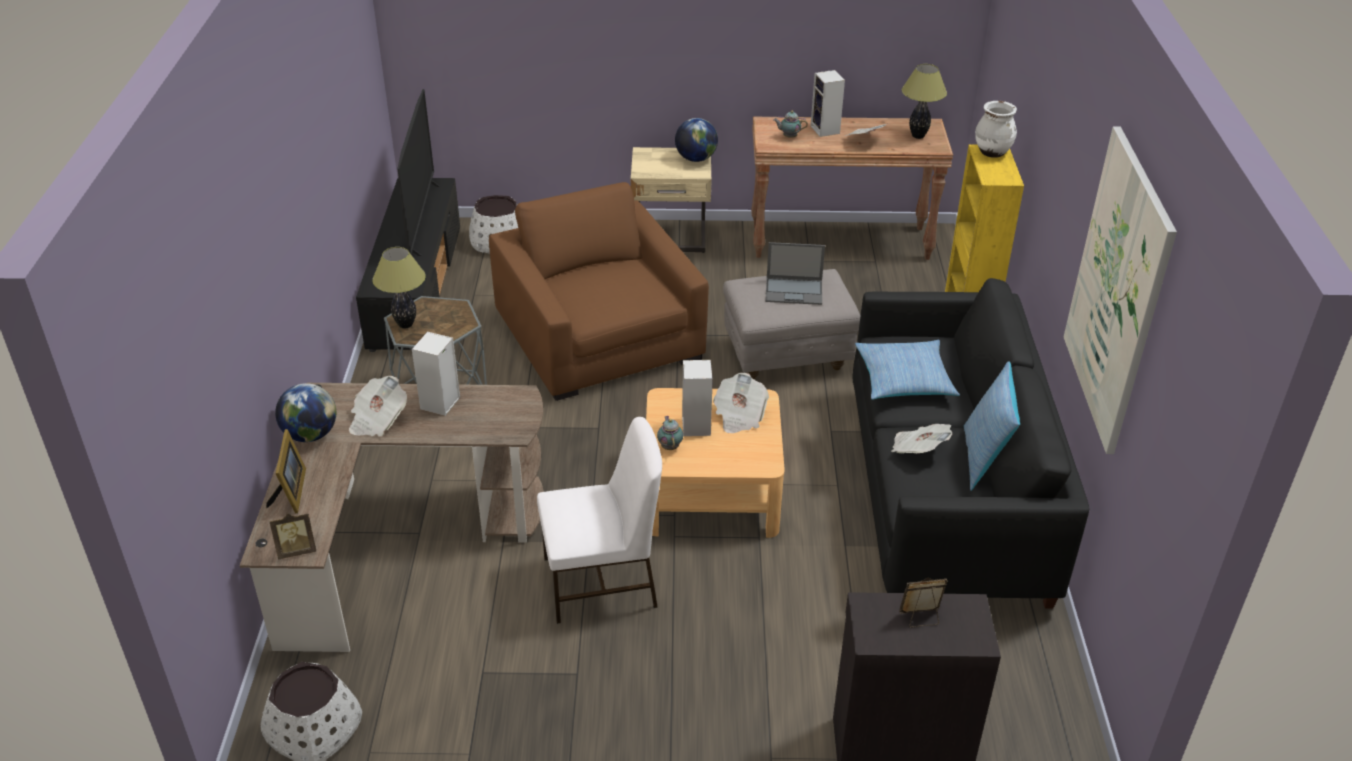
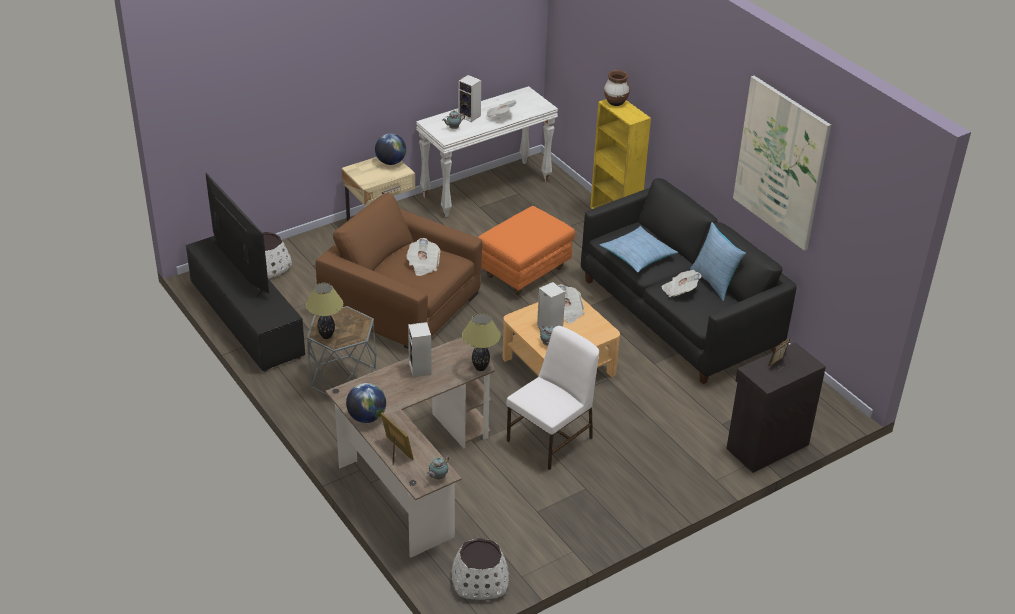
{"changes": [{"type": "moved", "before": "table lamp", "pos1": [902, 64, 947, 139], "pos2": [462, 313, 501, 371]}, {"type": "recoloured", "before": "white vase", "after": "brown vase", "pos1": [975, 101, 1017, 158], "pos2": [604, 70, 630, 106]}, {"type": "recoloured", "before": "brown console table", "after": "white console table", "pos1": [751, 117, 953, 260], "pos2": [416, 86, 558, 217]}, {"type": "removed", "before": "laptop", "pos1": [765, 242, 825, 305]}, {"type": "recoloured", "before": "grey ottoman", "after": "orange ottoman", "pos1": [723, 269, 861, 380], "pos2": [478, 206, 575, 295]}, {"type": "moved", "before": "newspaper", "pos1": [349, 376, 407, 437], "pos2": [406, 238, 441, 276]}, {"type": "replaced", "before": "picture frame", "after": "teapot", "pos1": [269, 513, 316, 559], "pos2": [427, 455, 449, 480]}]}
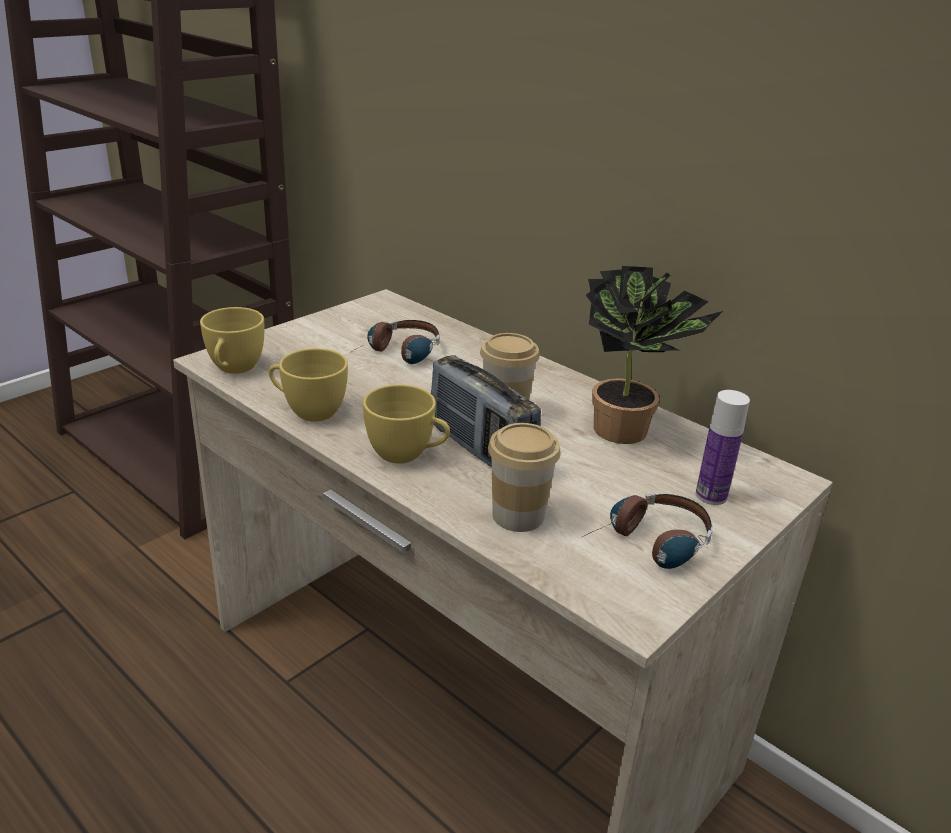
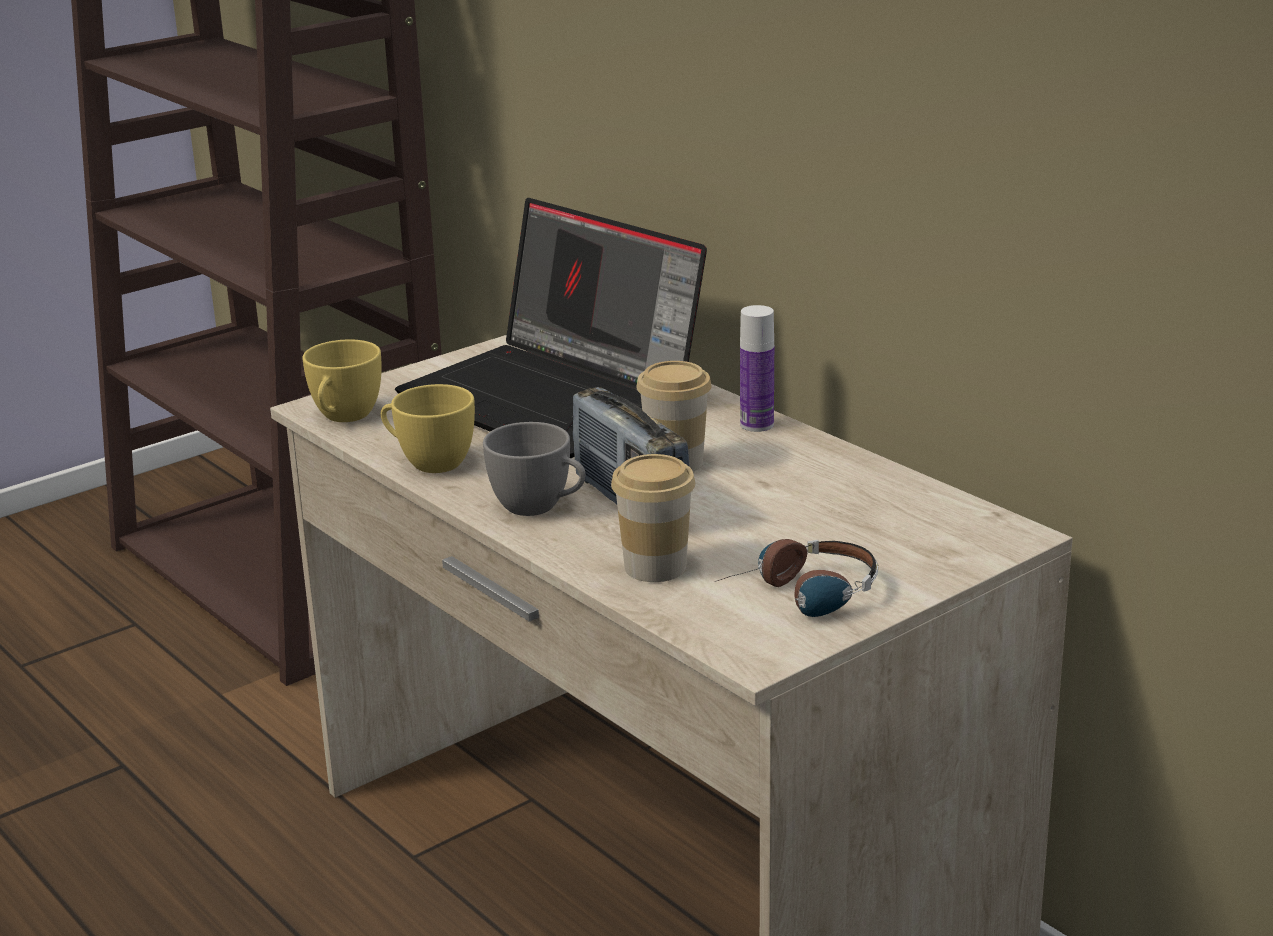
{"changes": [{"type": "removed", "before": "potted plant", "pos1": [586, 266, 723, 444]}, {"type": "replaced", "before": "headphones", "after": "laptop", "pos1": [351, 320, 440, 364], "pos2": [395, 198, 707, 458]}, {"type": "recoloured", "before": "yellow cup", "after": "grey cup", "pos1": [363, 384, 450, 464], "pos2": [483, 422, 585, 516]}, {"type": "moved", "before": "bottle", "pos1": [696, 390, 750, 505], "pos2": [740, 305, 774, 432]}]}
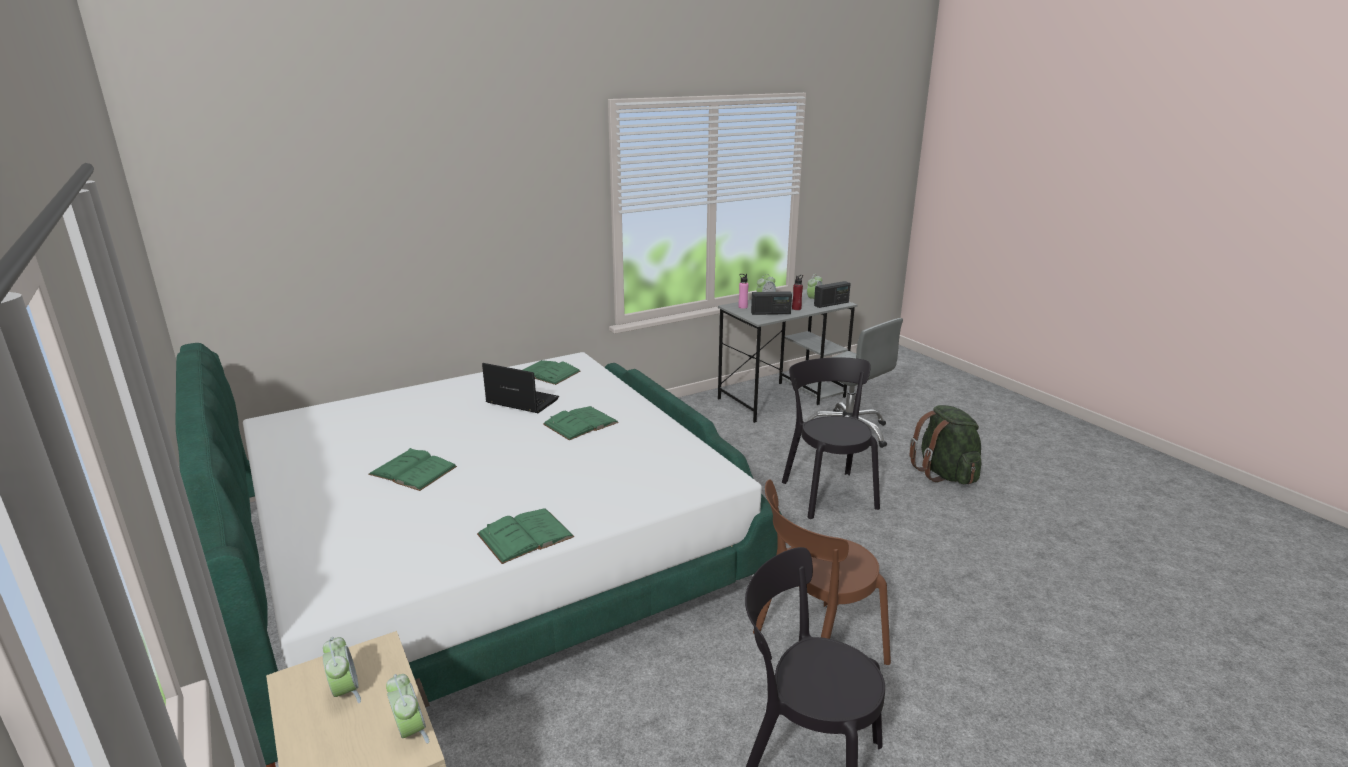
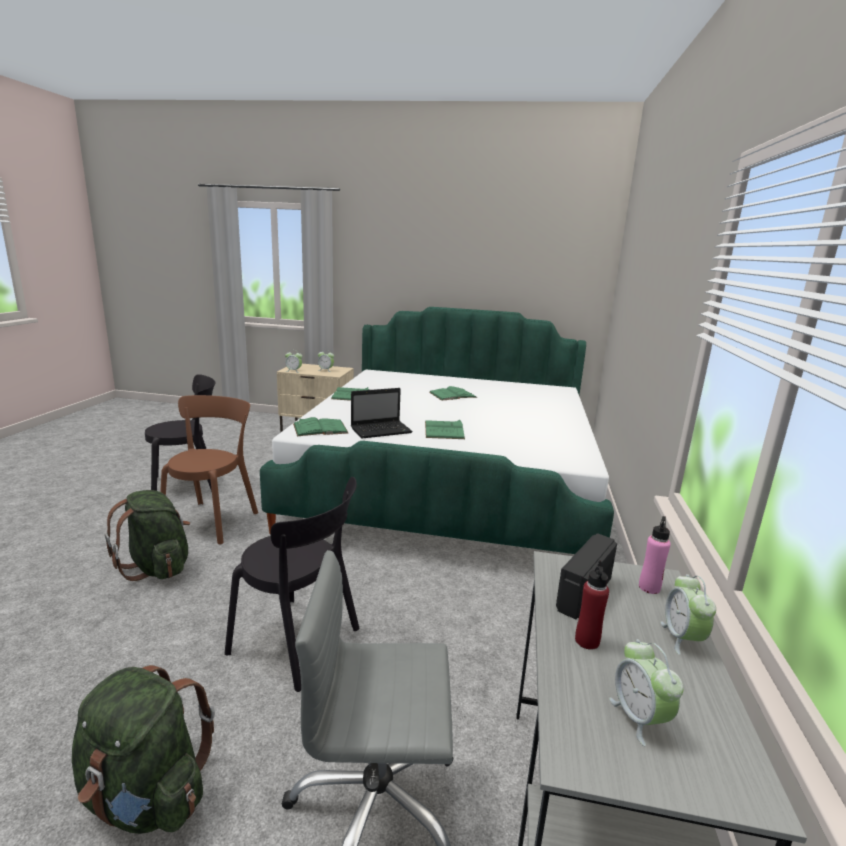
{"changes": [{"type": "removed", "before": "radio", "pos1": [814, 281, 850, 308]}, {"type": "moved", "before": "green book", "pos1": [523, 360, 580, 385], "pos2": [293, 417, 348, 437]}, {"type": "moved", "before": "laptop", "pos1": [482, 363, 559, 413], "pos2": [351, 388, 413, 438]}, {"type": "added", "after": "green backpack", "pos2": [105, 490, 190, 581]}]}
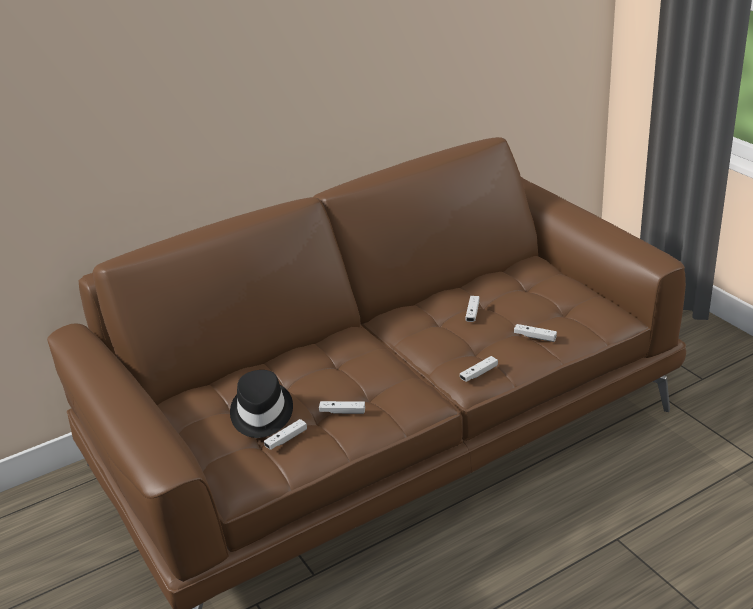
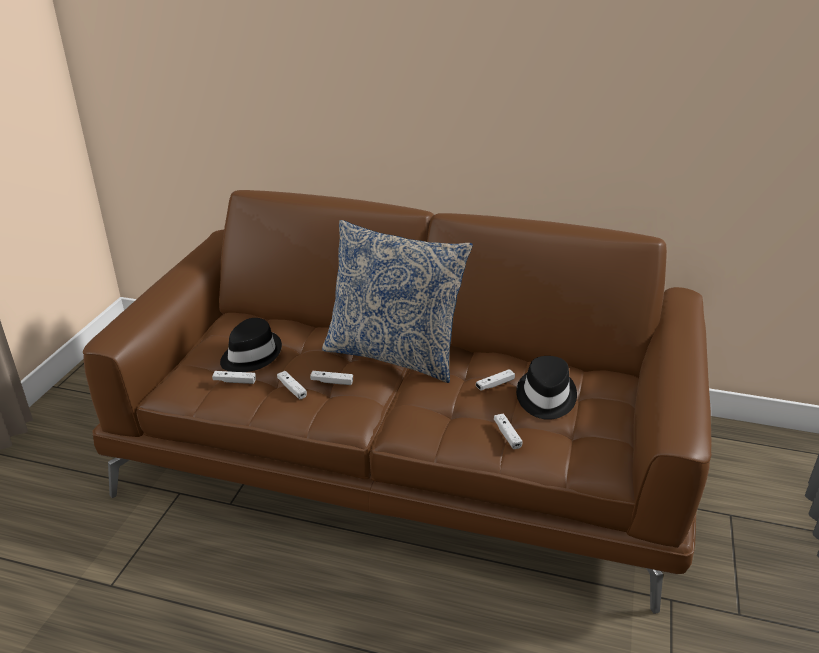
{"changes": [{"type": "moved", "before": "white game controller", "pos1": [460, 356, 498, 382], "pos2": [310, 371, 353, 385]}, {"type": "added", "after": "pillow", "pos2": [322, 220, 473, 383]}, {"type": "added", "after": "black hat", "pos2": [516, 356, 577, 420]}]}
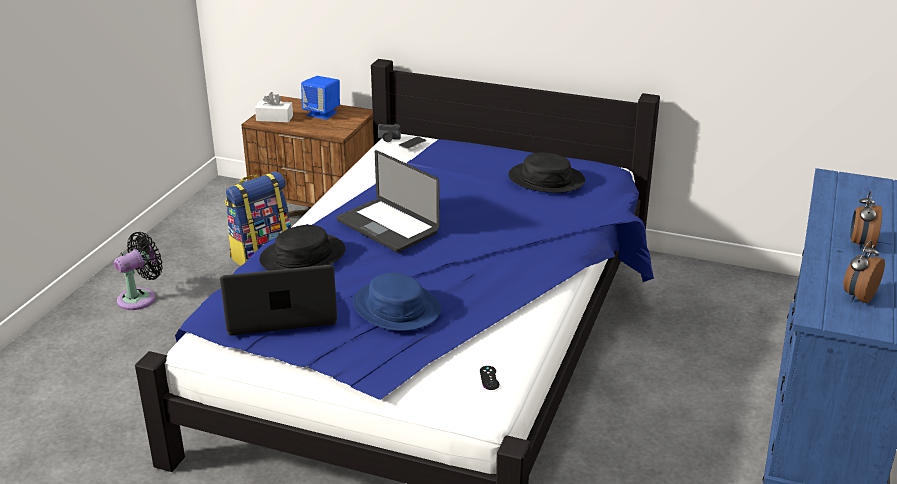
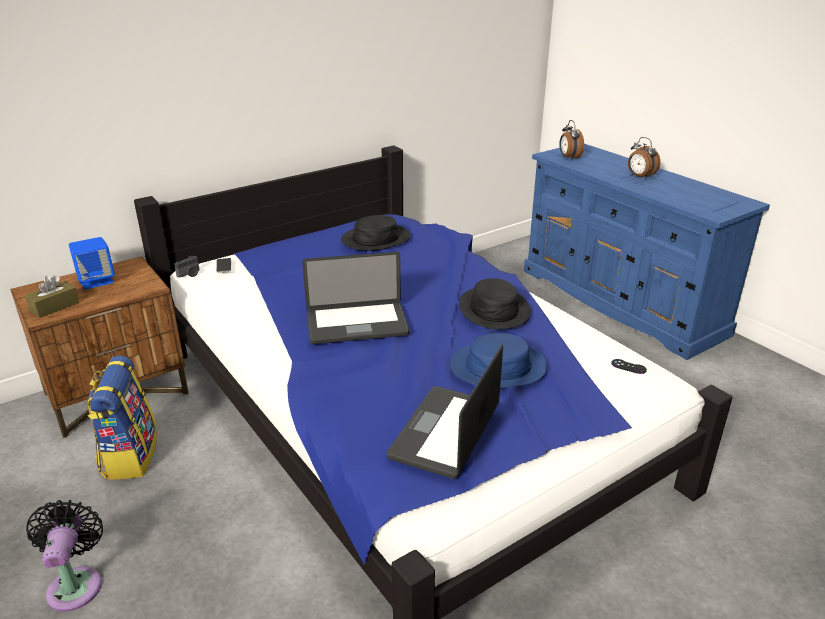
{"changes": [{"type": "recoloured", "before": "white tissue box", "after": "brown tissue box", "pos1": [255, 92, 293, 123], "pos2": [25, 276, 79, 318]}, {"type": "moved", "before": "black hat", "pos1": [259, 225, 345, 271], "pos2": [459, 278, 531, 329]}, {"type": "moved", "before": "alarm clock", "pos1": [843, 240, 885, 303], "pos2": [559, 120, 584, 161]}]}
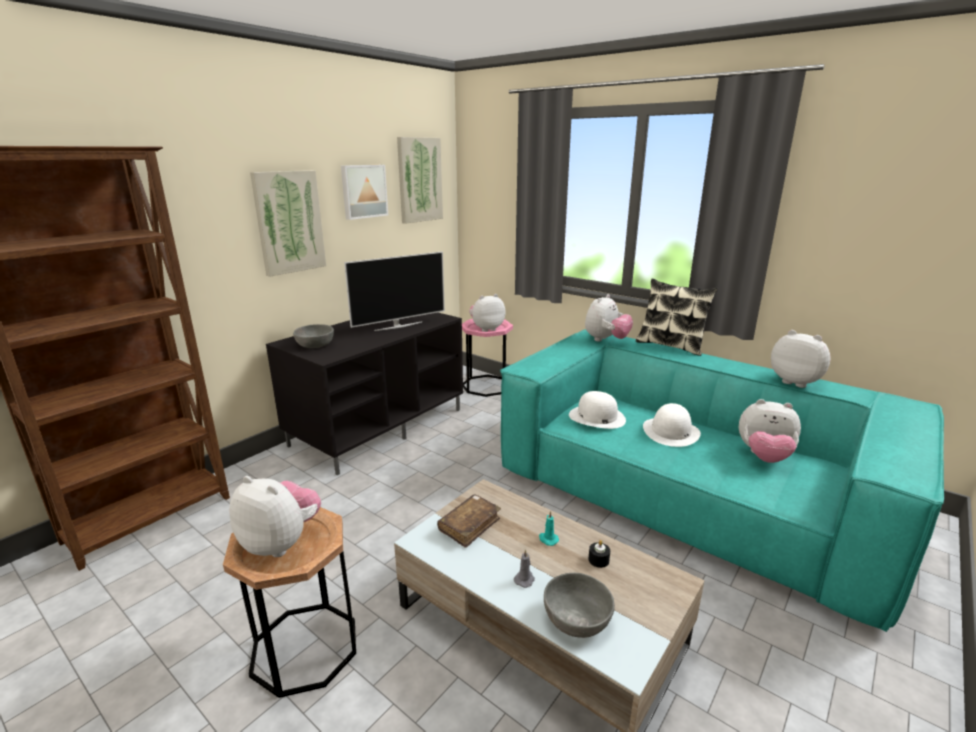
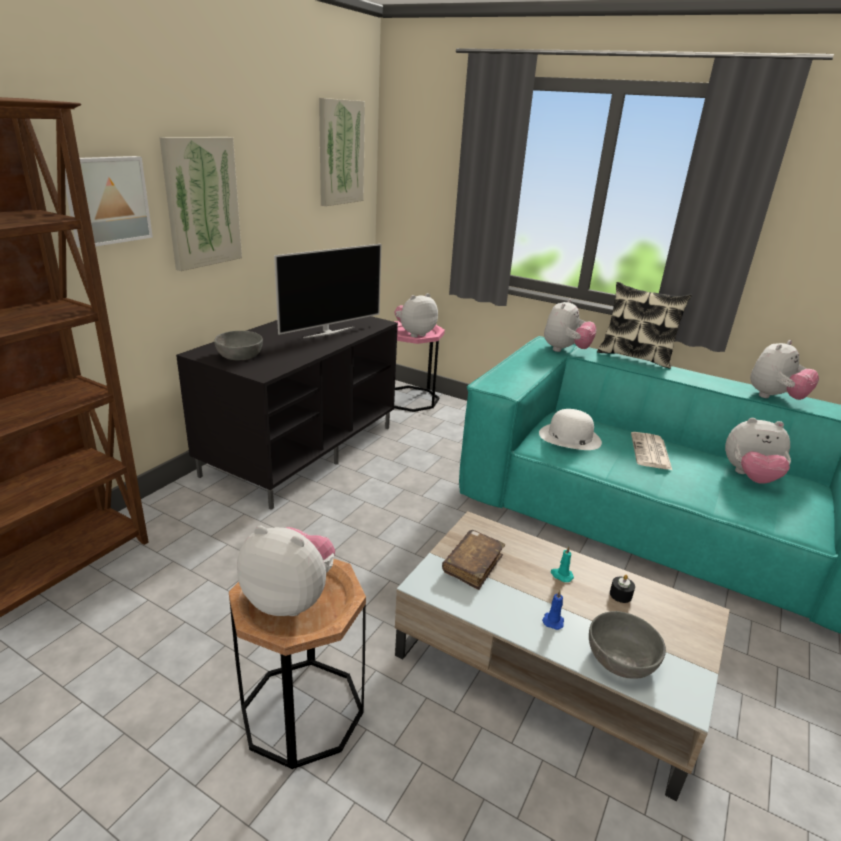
{"changes": [{"type": "moved", "before": "picture", "pos1": [341, 165, 388, 220], "pos2": [65, 156, 153, 248]}, {"type": "turned", "before": "plush toy", "pos1": [771, 330, 831, 388], "pos2": [750, 340, 819, 400], "turn": 105}, {"type": "replaced", "before": "white hat", "after": "newspaper", "pos1": [643, 403, 701, 447], "pos2": [631, 432, 672, 470]}, {"type": "recoloured", "before": "grey candle", "after": "blue candle", "pos1": [514, 549, 535, 588], "pos2": [542, 590, 564, 630]}]}
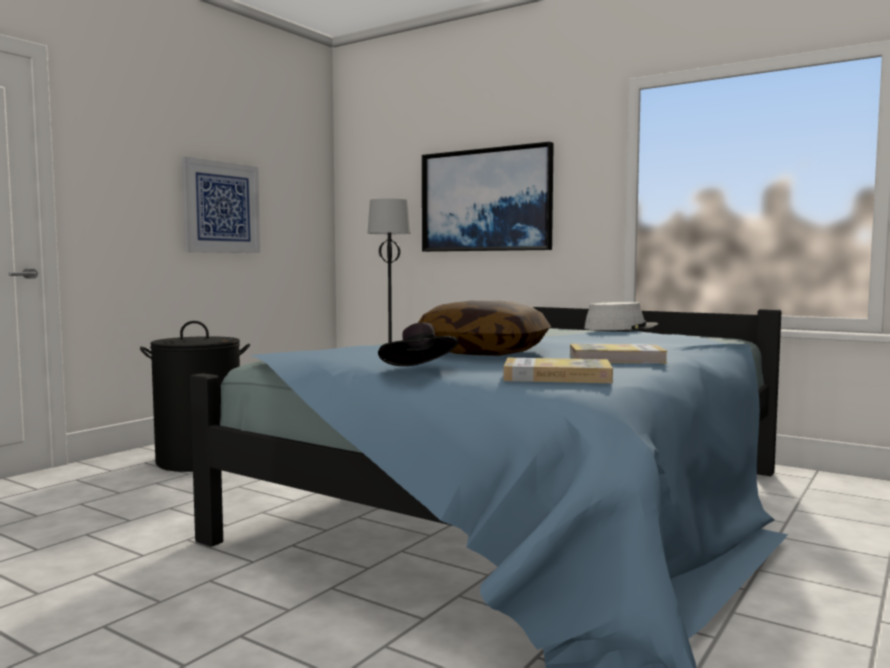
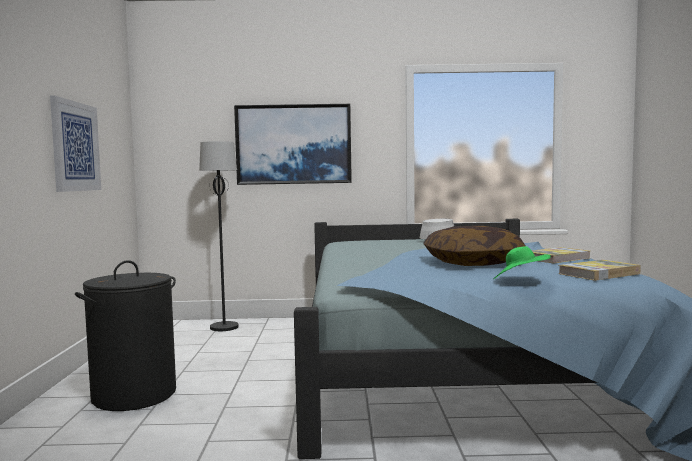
{"changes": [{"type": "recoloured", "before": "black hat", "after": "green hat", "pos1": [378, 323, 459, 366], "pos2": [493, 246, 551, 279]}]}
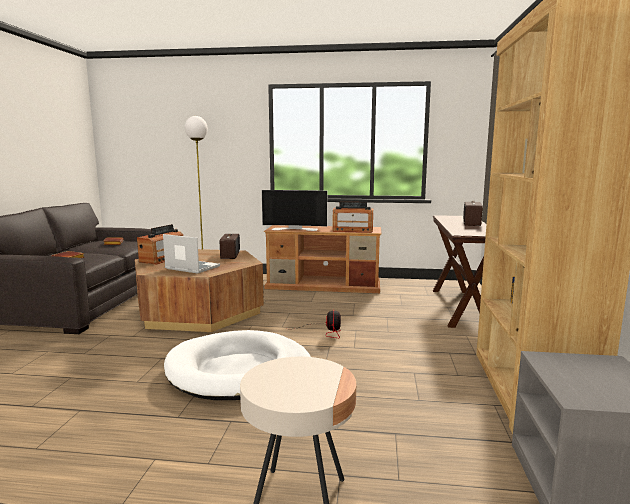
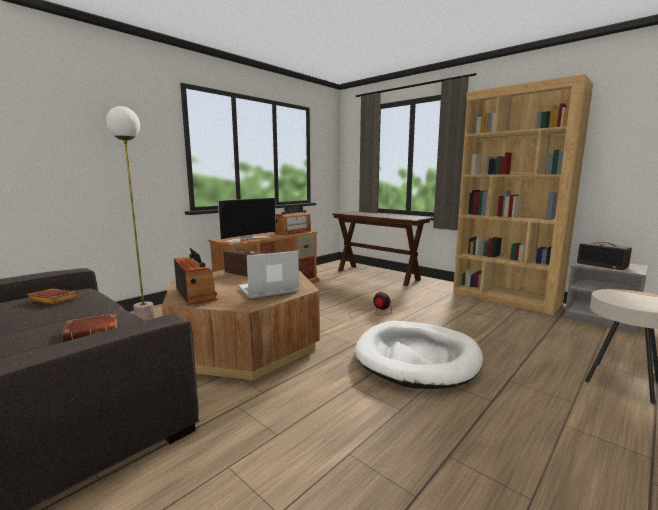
{"changes": [{"type": "moved", "before": "radio", "pos1": [463, 201, 483, 226], "pos2": [577, 242, 632, 270]}]}
